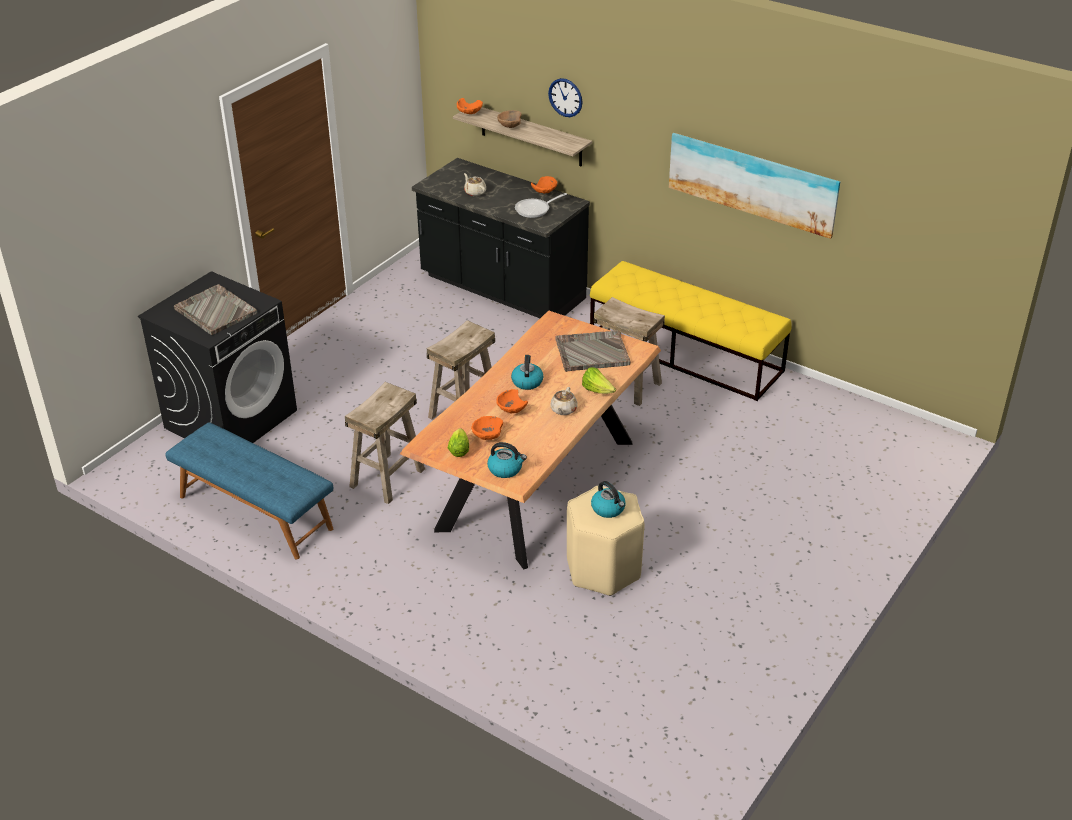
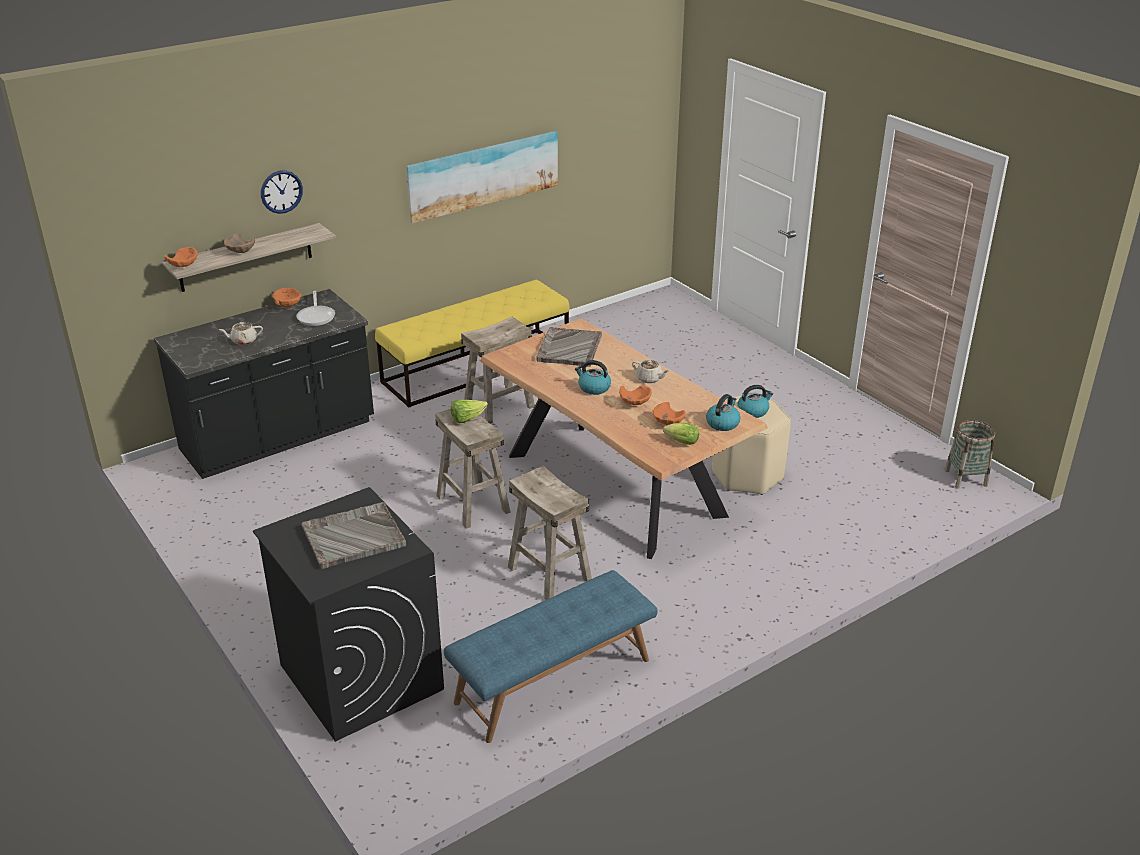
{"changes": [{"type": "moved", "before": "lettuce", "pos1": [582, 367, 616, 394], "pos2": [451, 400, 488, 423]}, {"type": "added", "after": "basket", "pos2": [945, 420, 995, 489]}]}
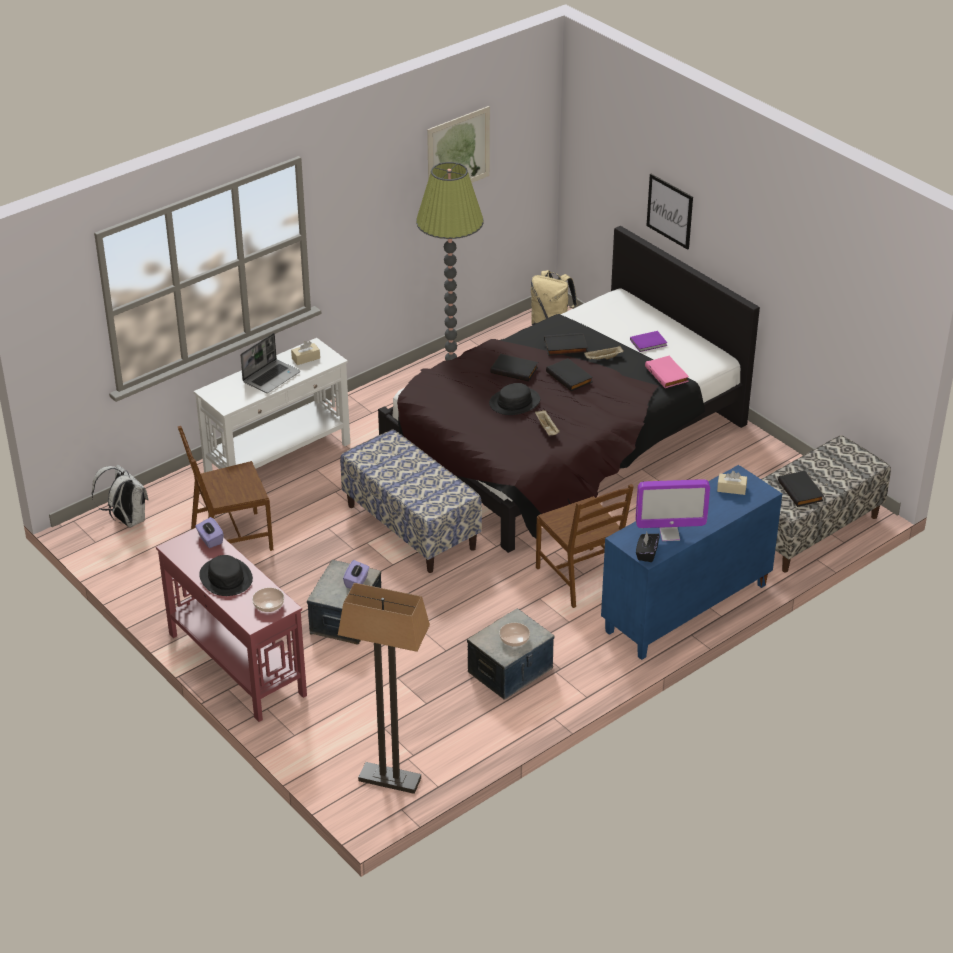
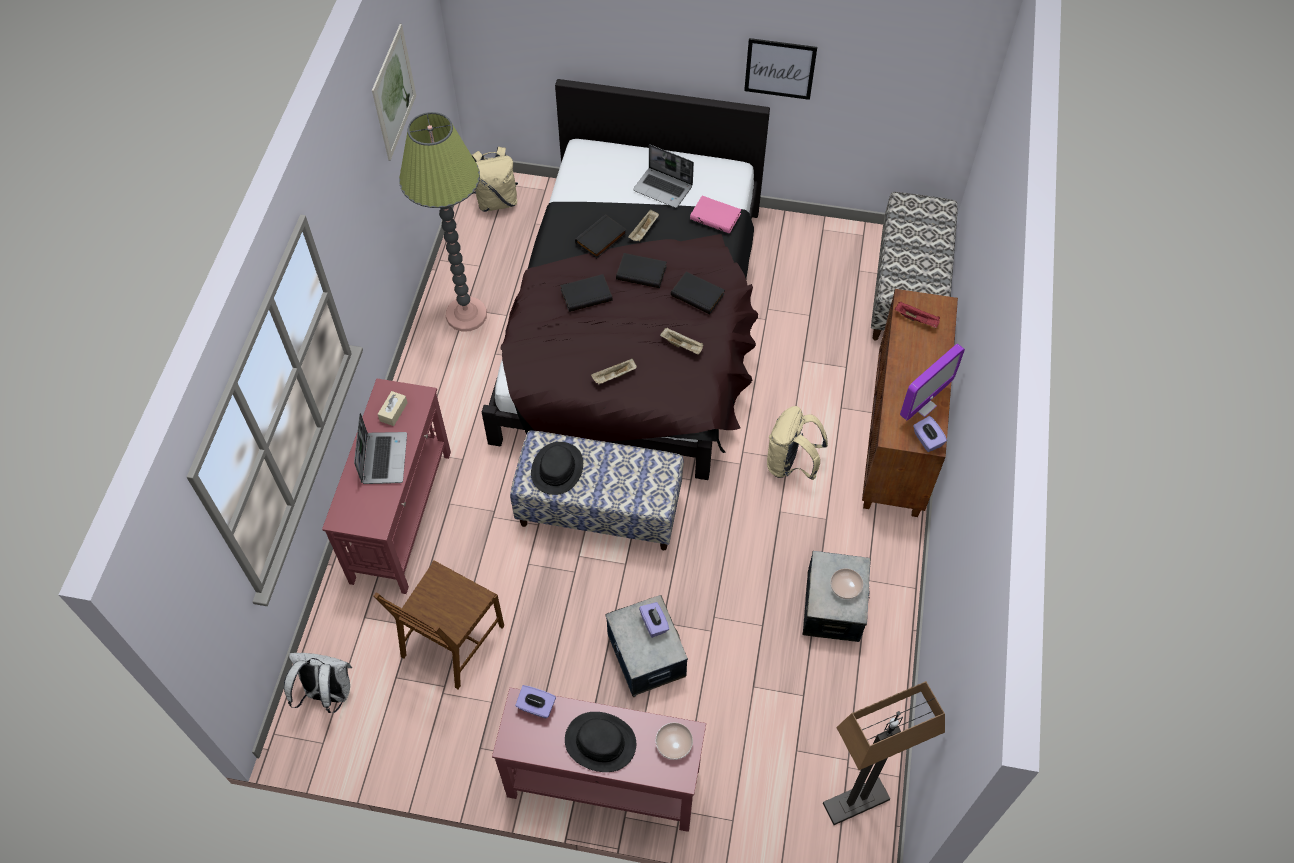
{"changes": [{"type": "moved", "before": "picture", "pos1": [647, 174, 693, 250], "pos2": [744, 38, 817, 100]}, {"type": "replaced", "before": "purple book", "after": "laptop", "pos1": [630, 331, 667, 352], "pos2": [633, 144, 694, 208]}, {"type": "recoloured", "before": "white console table", "after": "red console table", "pos1": [194, 338, 350, 473], "pos2": [322, 378, 451, 594]}, {"type": "moved", "before": "black hat", "pos1": [489, 383, 540, 415], "pos2": [531, 442, 583, 495]}, {"type": "recoloured", "before": "blue cabinet", "after": "brown cabinet", "pos1": [601, 465, 782, 660], "pos2": [862, 289, 958, 517]}, {"type": "replaced", "before": "beige tissue box", "after": "red tray", "pos1": [717, 471, 747, 495], "pos2": [895, 301, 940, 328]}, {"type": "moved", "before": "black book", "pos1": [778, 471, 824, 507], "pos2": [671, 271, 725, 314]}, {"type": "replaced", "before": "brown chair", "after": "beige backpack", "pos1": [536, 484, 634, 608], "pos2": [767, 406, 828, 480]}, {"type": "recoloured", "before": "black tissue box", "after": "purple tissue box", "pos1": [636, 532, 660, 562], "pos2": [913, 416, 947, 452]}, {"type": "added", "after": "beige tray", "pos2": [591, 359, 637, 385]}]}
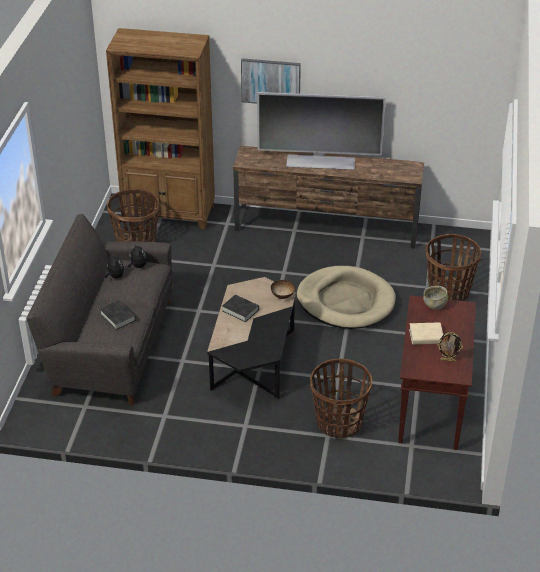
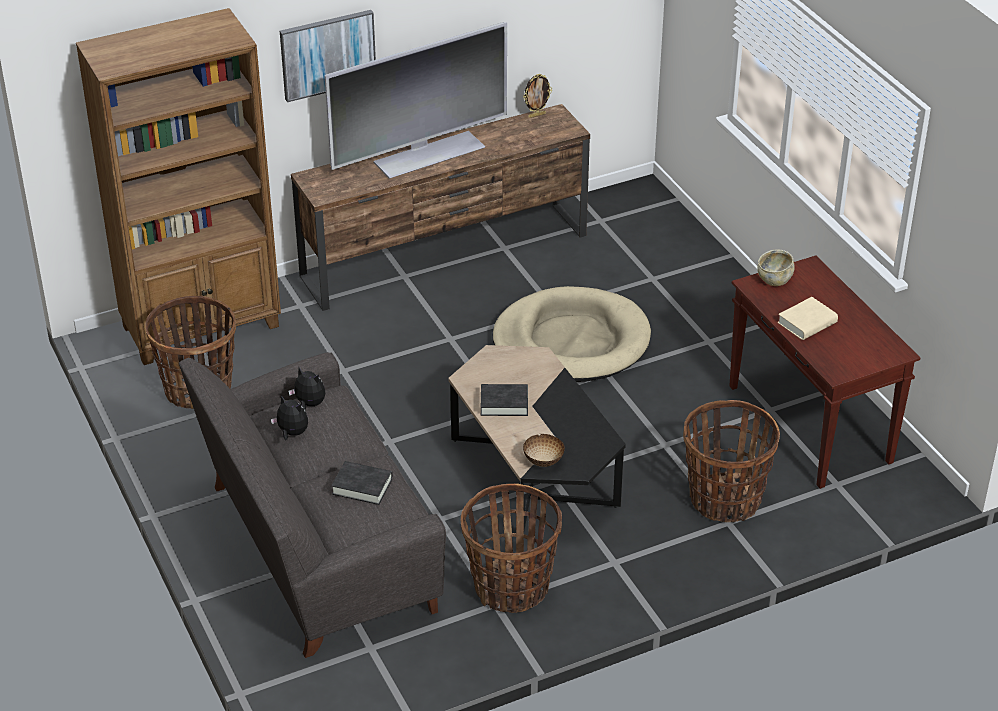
{"changes": [{"type": "moved", "before": "basket", "pos1": [426, 234, 481, 301], "pos2": [461, 484, 562, 613]}, {"type": "moved", "before": "bowl", "pos1": [271, 280, 295, 299], "pos2": [523, 434, 565, 467]}, {"type": "moved", "before": "picture frame", "pos1": [437, 332, 463, 362], "pos2": [523, 74, 552, 118]}]}
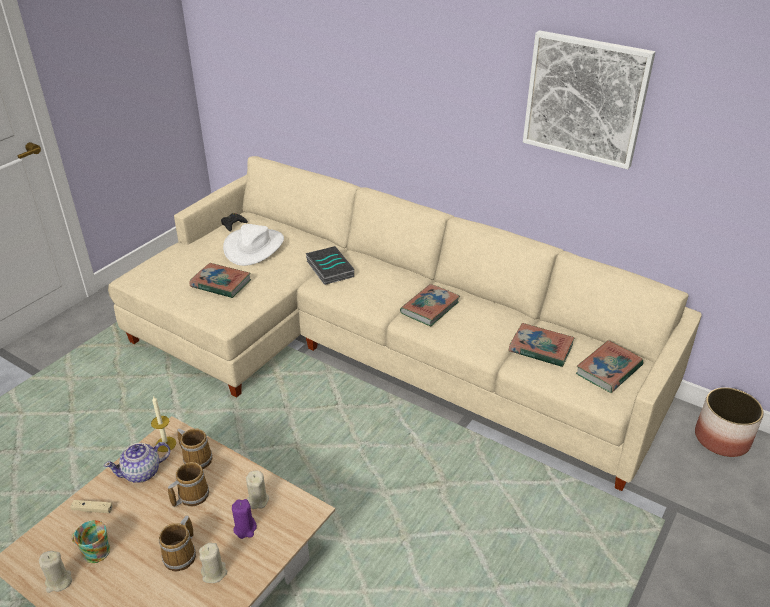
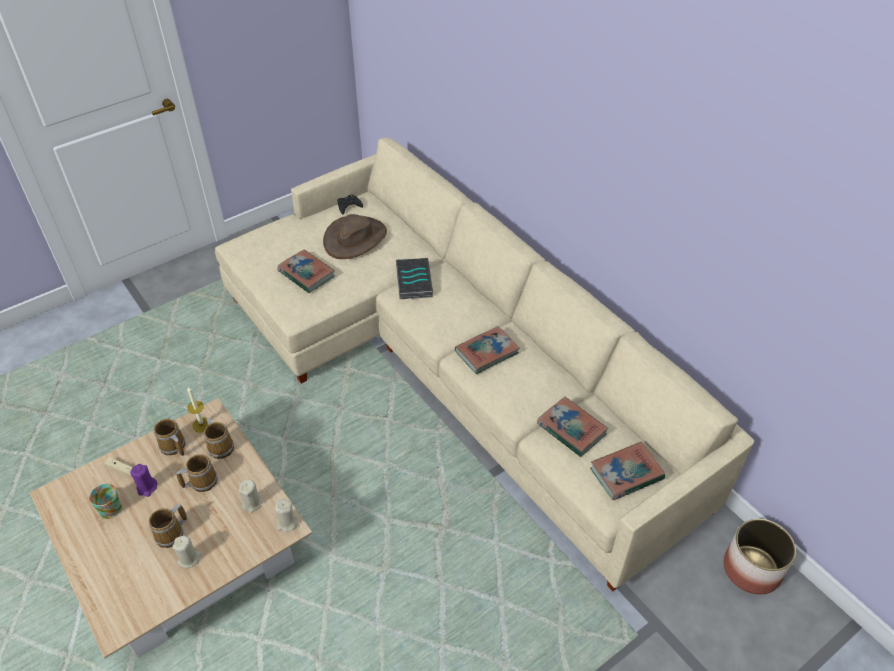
{"changes": [{"type": "removed", "before": "picture", "pos1": [523, 30, 655, 169]}, {"type": "recoloured", "before": "white hat", "after": "brown hat", "pos1": [223, 224, 284, 266], "pos2": [323, 214, 387, 259]}, {"type": "replaced", "before": "teapot", "after": "mug", "pos1": [104, 442, 170, 483], "pos2": [154, 419, 185, 456]}, {"type": "moved", "before": "purple candle", "pos1": [232, 499, 257, 539], "pos2": [130, 464, 157, 497]}, {"type": "moved", "before": "beige candle", "pos1": [39, 551, 72, 593], "pos2": [275, 499, 298, 532]}]}
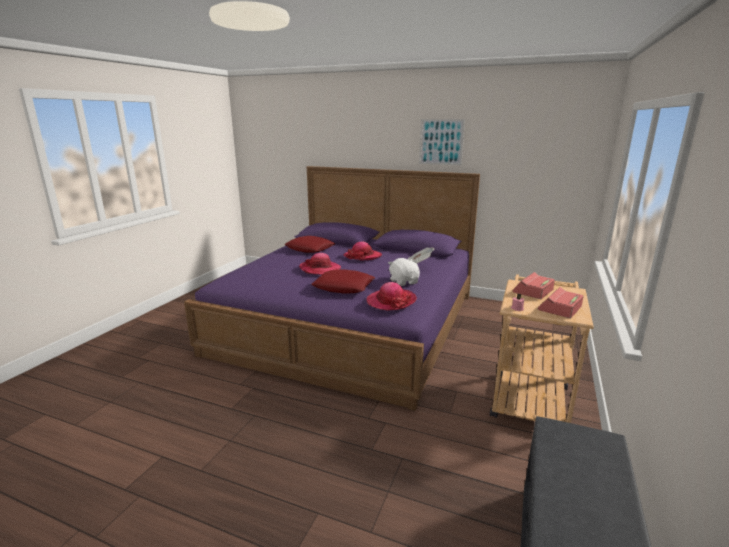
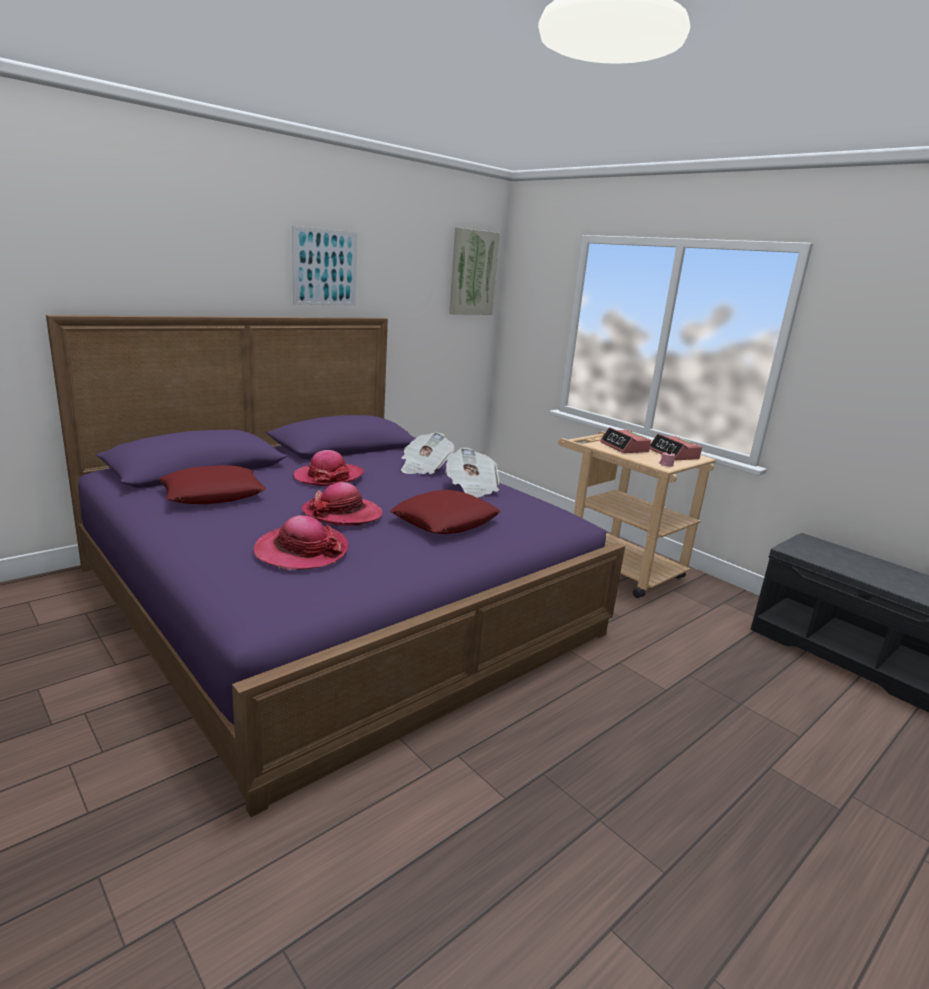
{"changes": [{"type": "replaced", "before": "white plush toy", "after": "newspaper", "pos1": [388, 258, 420, 286], "pos2": [445, 448, 499, 498]}, {"type": "moved", "before": "hat", "pos1": [367, 282, 417, 311], "pos2": [253, 515, 349, 570]}, {"type": "added", "after": "picture", "pos2": [449, 227, 500, 315]}]}
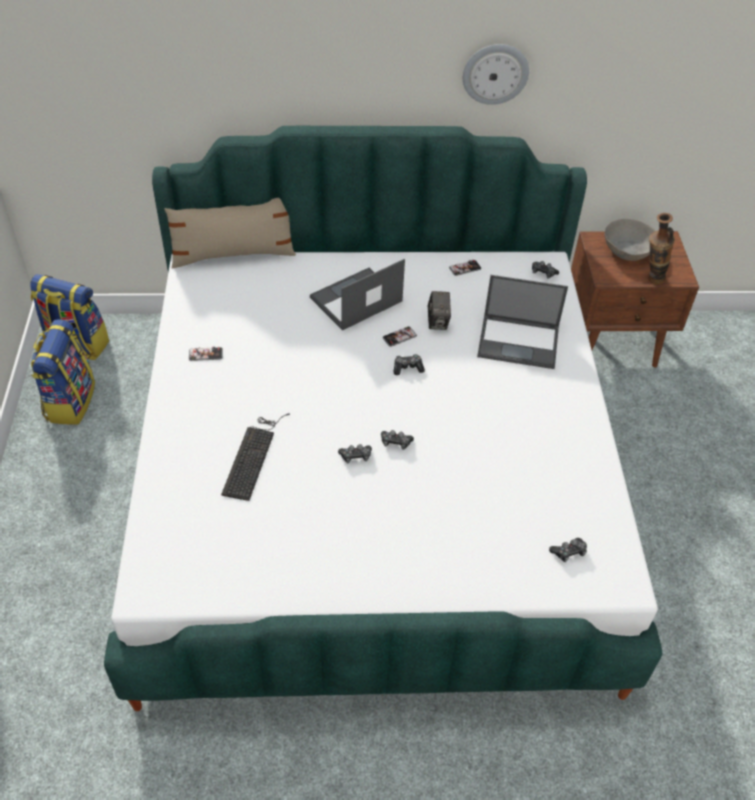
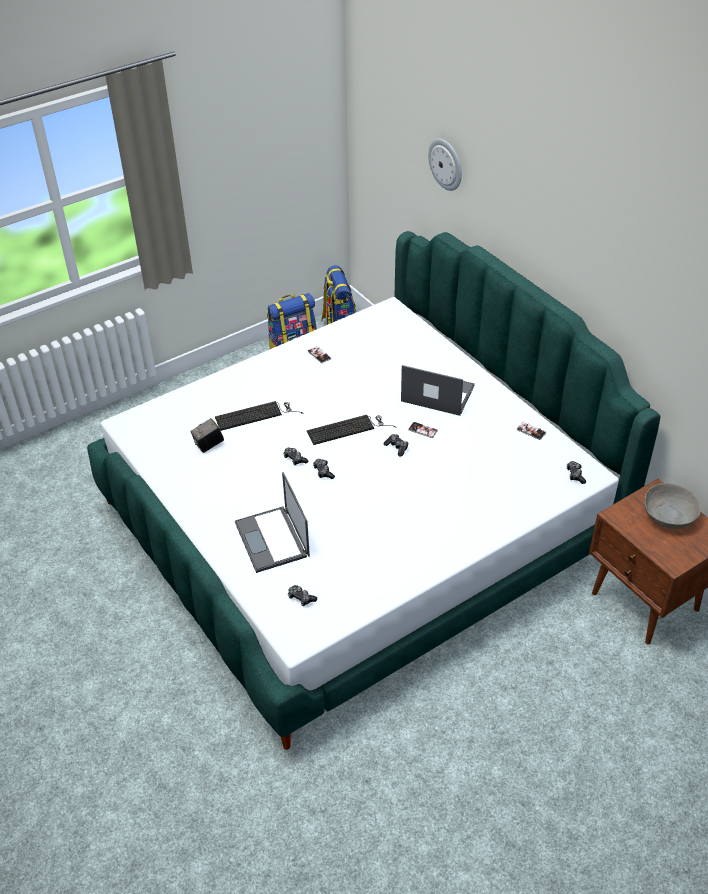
{"changes": [{"type": "moved", "before": "wall clock", "pos1": [463, 44, 529, 105], "pos2": [428, 139, 462, 191]}, {"type": "removed", "before": "beige pillow", "pos1": [164, 198, 296, 269]}, {"type": "removed", "before": "vase", "pos1": [648, 213, 675, 284]}, {"type": "moved", "before": "laptop", "pos1": [477, 275, 568, 369], "pos2": [235, 472, 310, 573]}, {"type": "moved", "before": "photo camera", "pos1": [428, 291, 451, 330], "pos2": [190, 418, 224, 453]}, {"type": "added", "after": "keyboard", "pos2": [307, 415, 396, 445]}]}
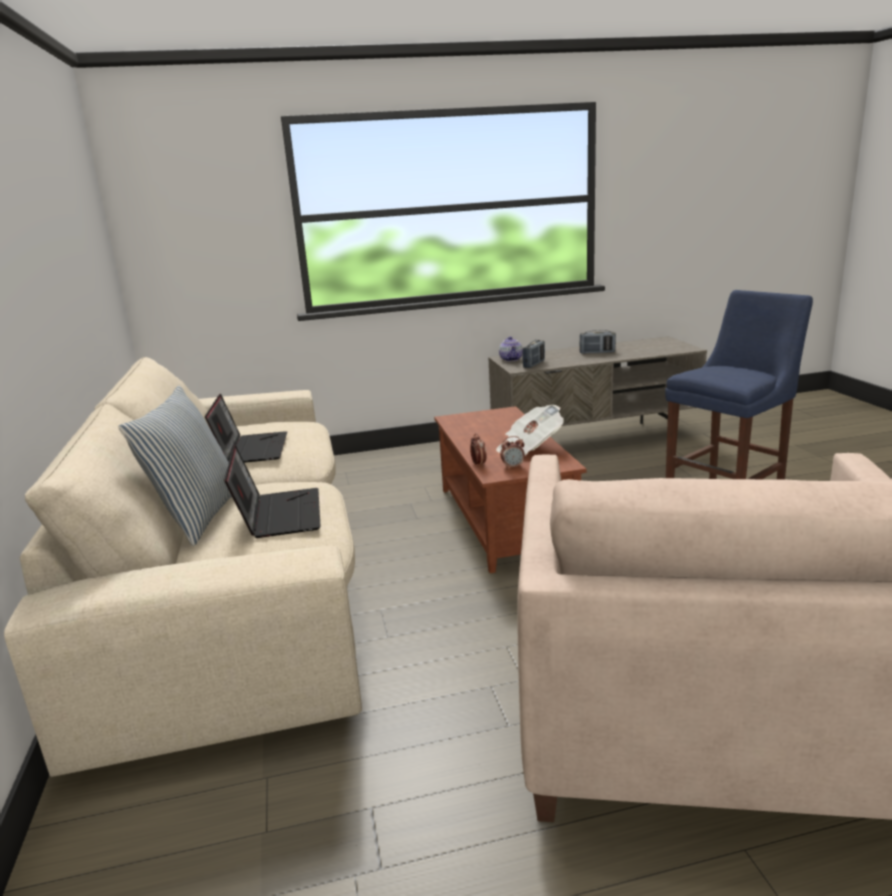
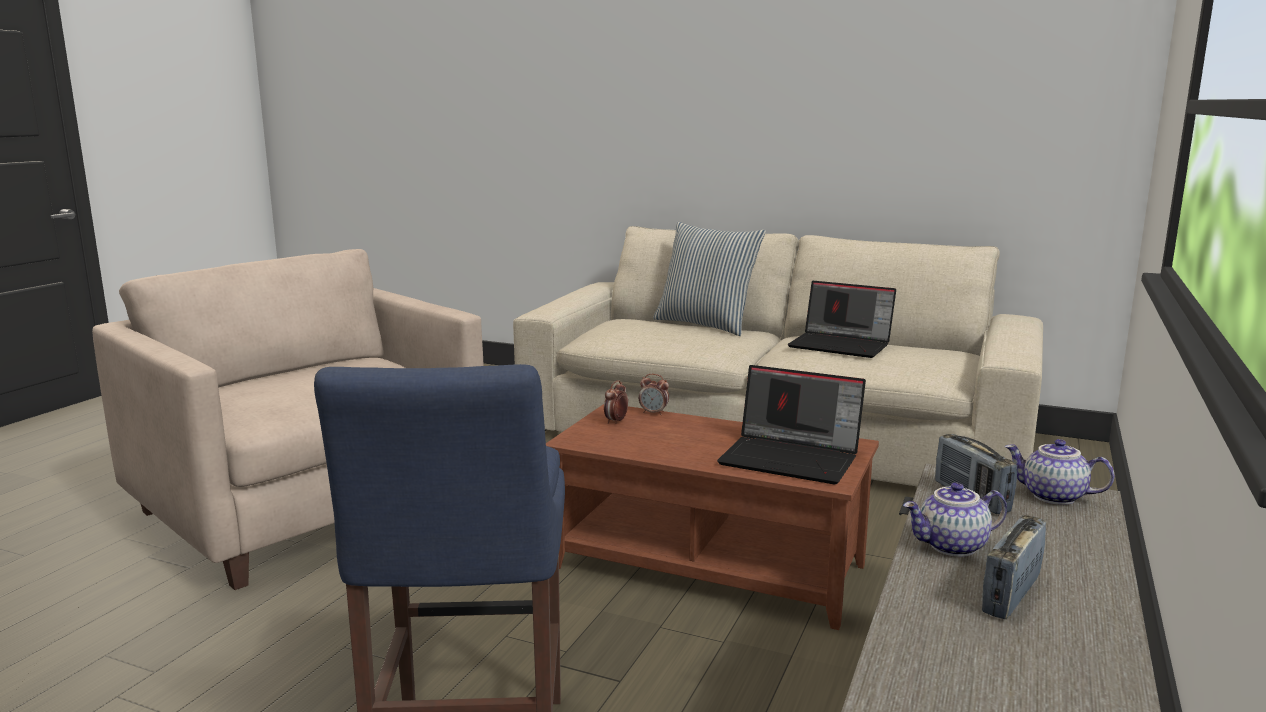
{"changes": [{"type": "removed", "before": "newspaper", "pos1": [496, 405, 564, 455]}, {"type": "moved", "before": "laptop", "pos1": [224, 445, 321, 538], "pos2": [717, 365, 866, 484]}, {"type": "added", "after": "teapot", "pos2": [903, 482, 1007, 557]}]}
